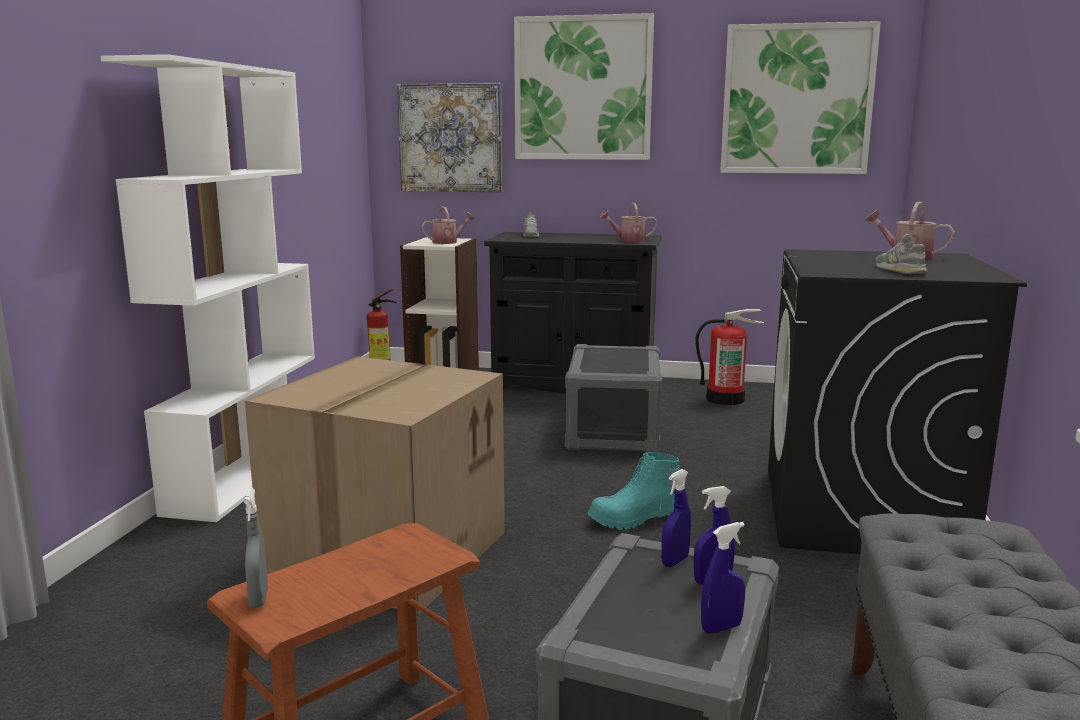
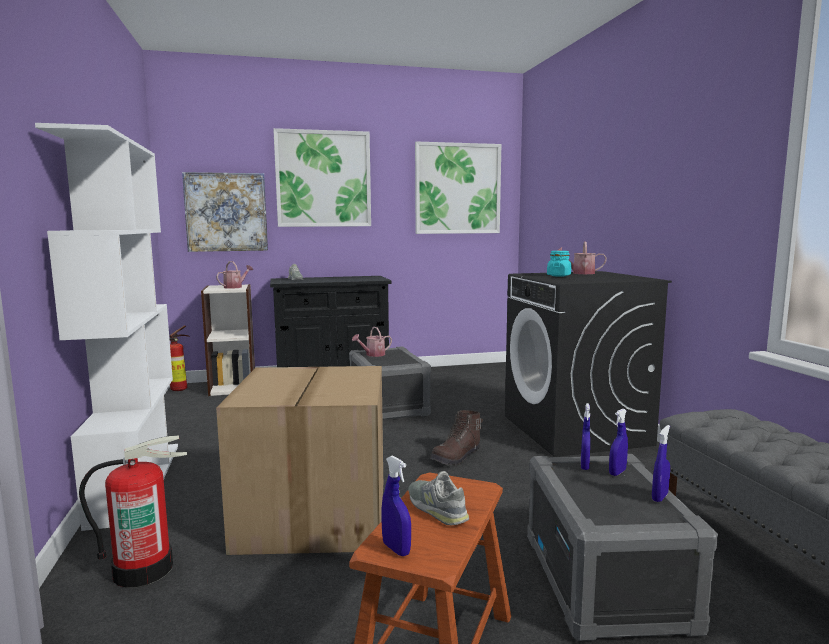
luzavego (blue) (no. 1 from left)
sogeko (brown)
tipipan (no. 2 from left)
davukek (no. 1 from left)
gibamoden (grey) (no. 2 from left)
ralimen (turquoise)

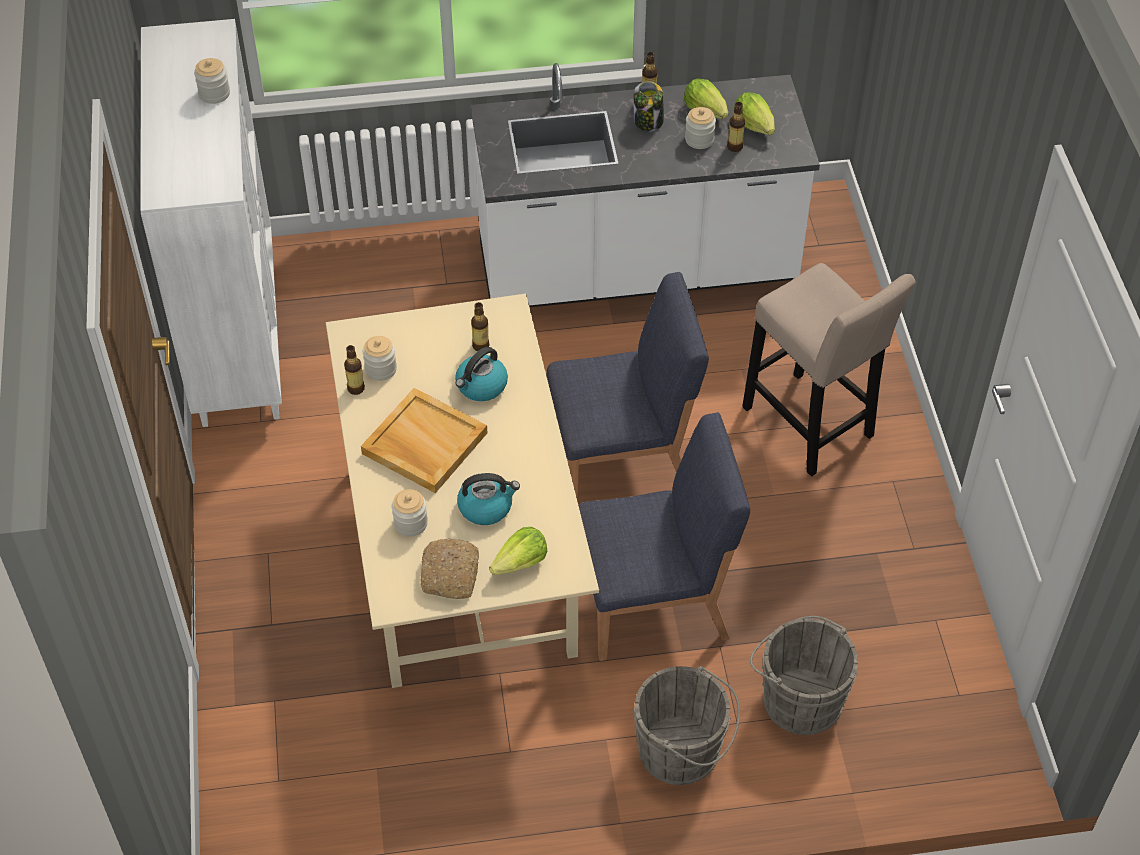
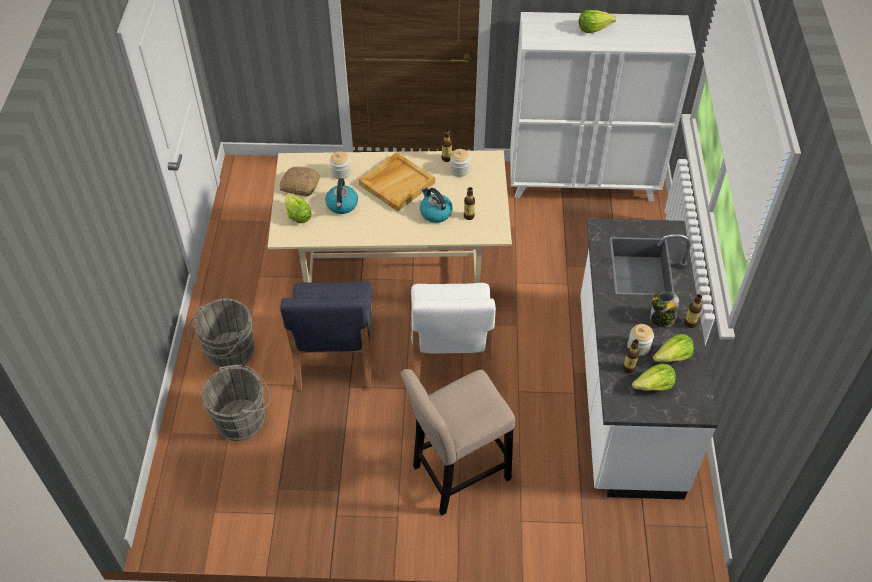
ralimen (no. 1 from left in the first image)
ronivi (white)
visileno (no. 2 from left)

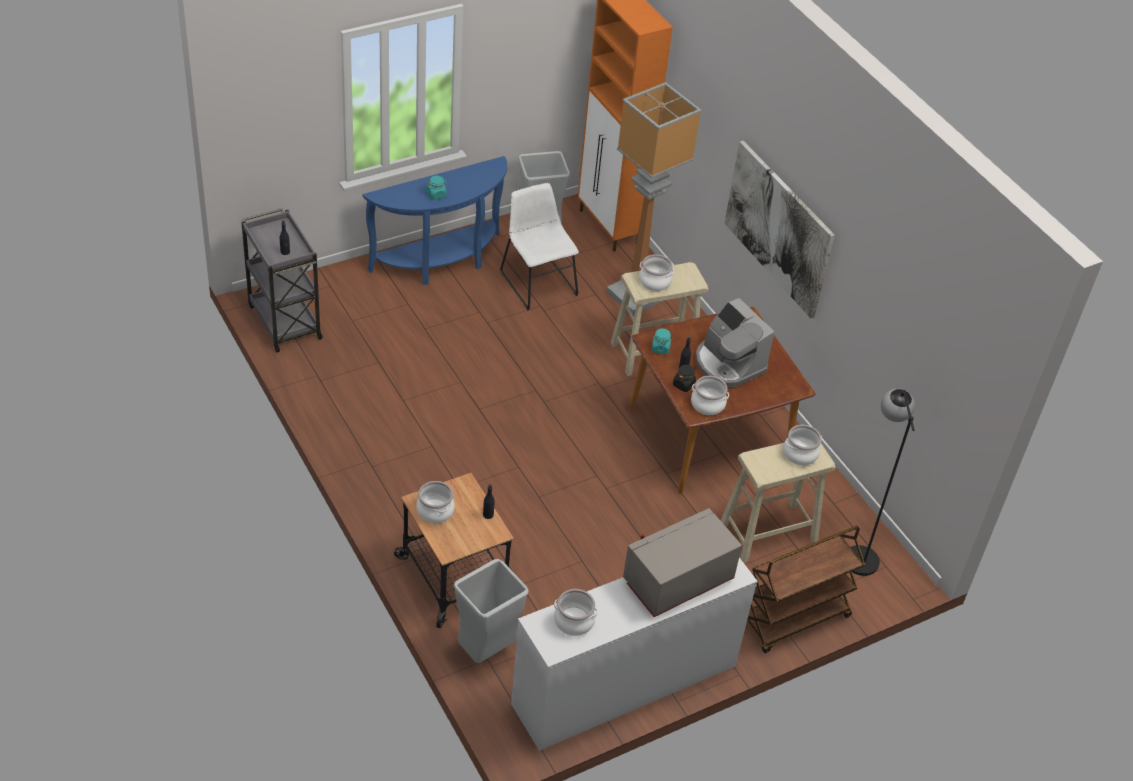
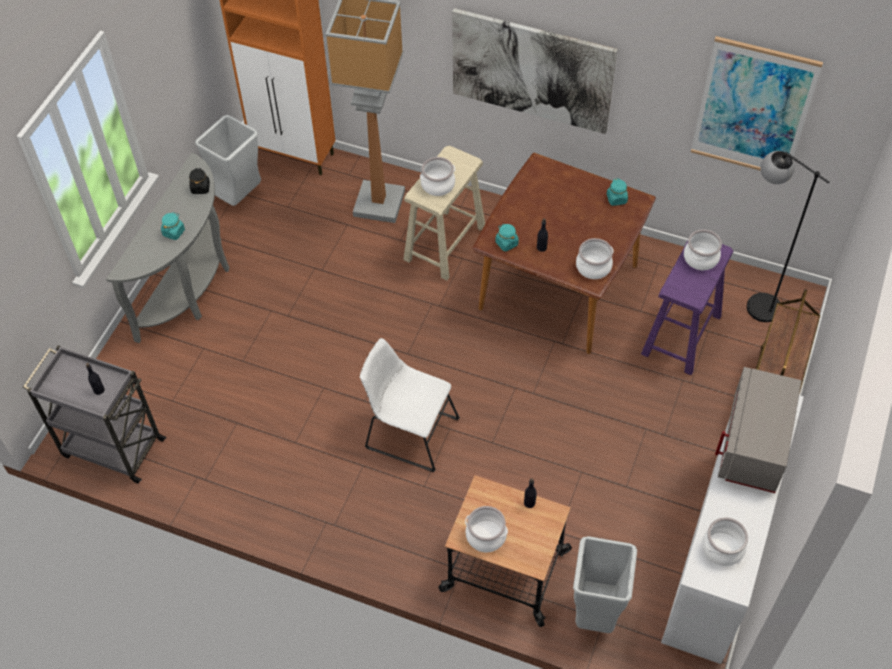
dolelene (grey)
ronivi (white)
ralimen (black)
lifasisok
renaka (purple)
ralimen (turquoise) (no. 3 from left)
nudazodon (no. 2 from left)

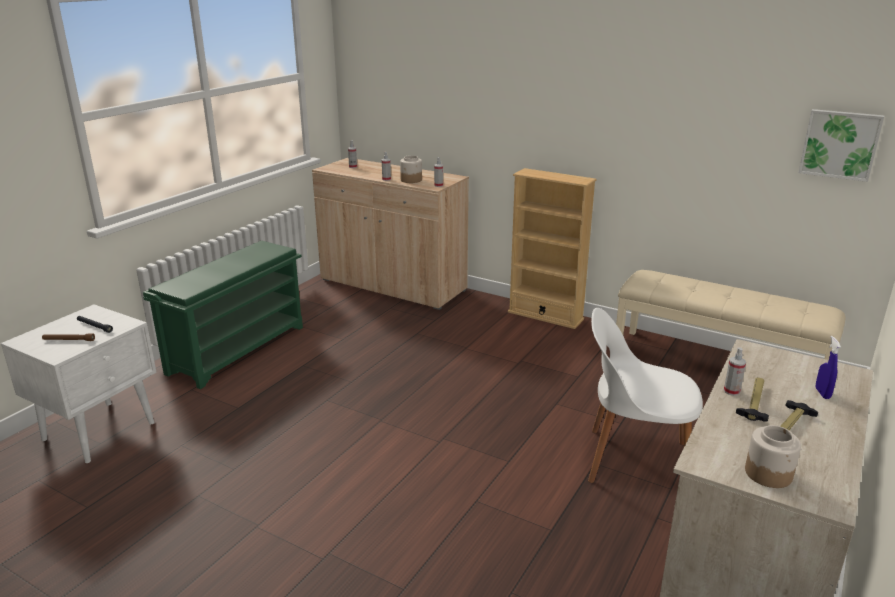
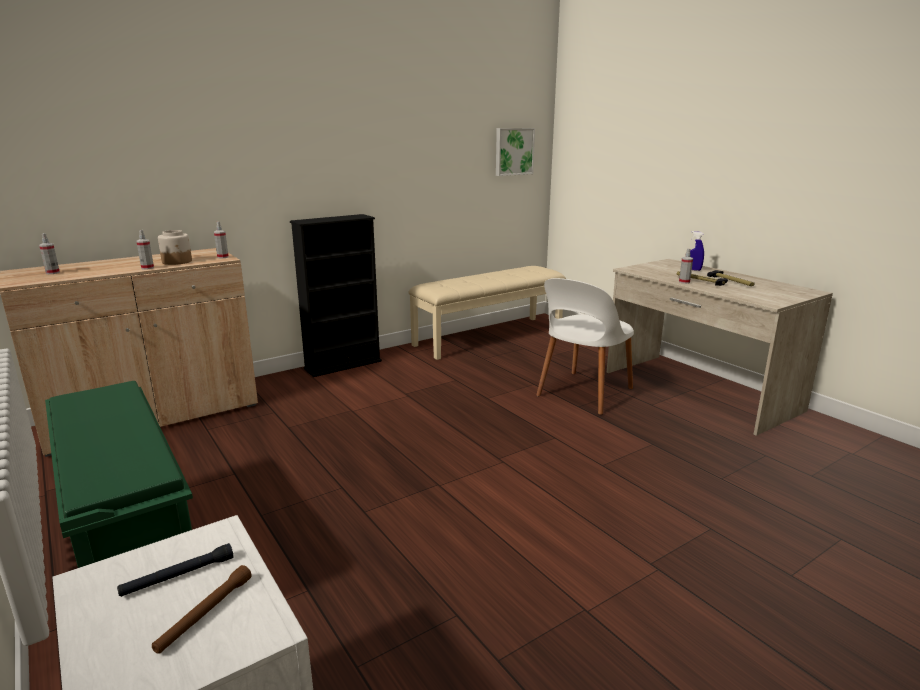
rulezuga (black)
ralimen (no. 2 from left in the first image)

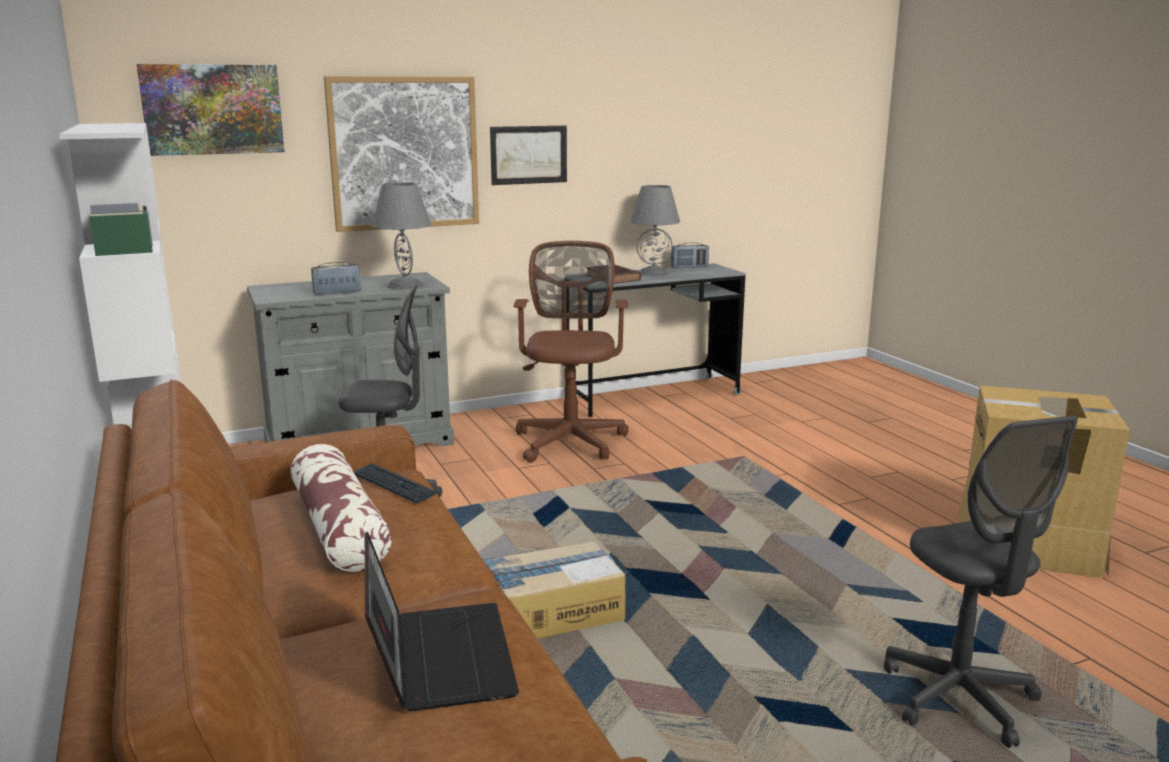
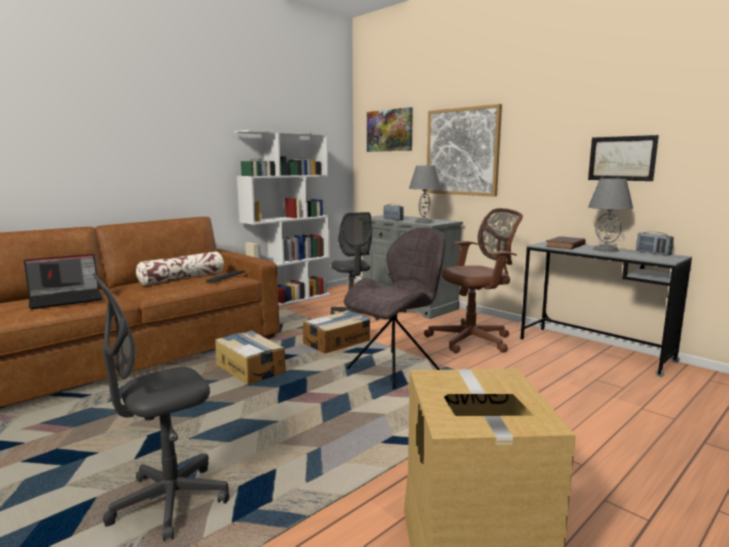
nudazodon (no. 3 from left)
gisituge (no. 2 from left)
ronivi (grey)

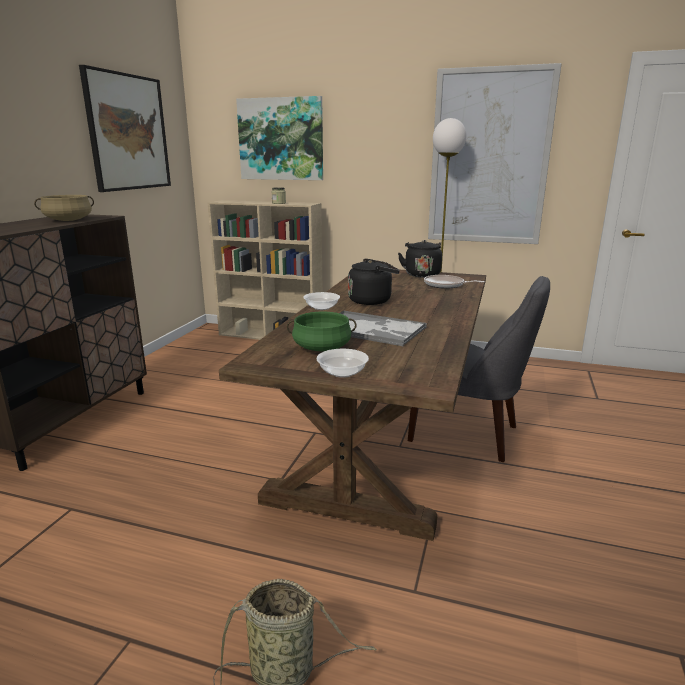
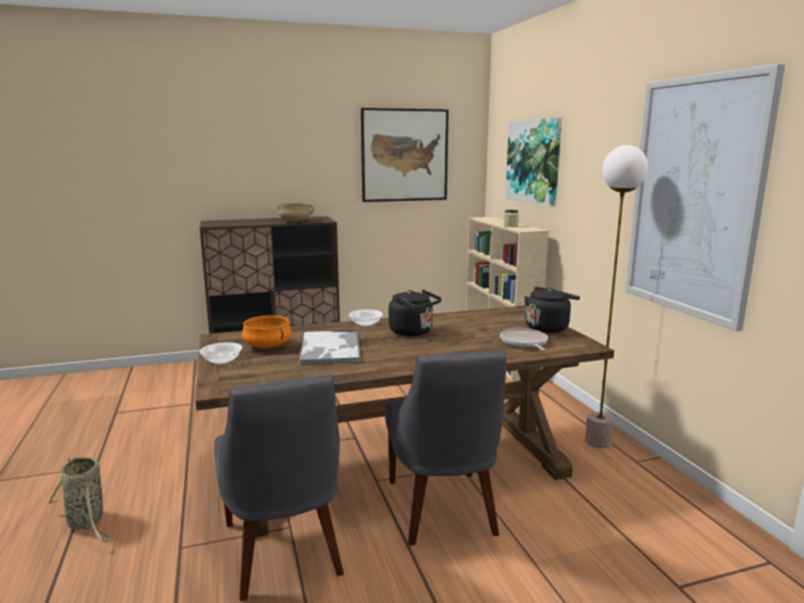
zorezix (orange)
ronivi (grey) (no. 1 from left)

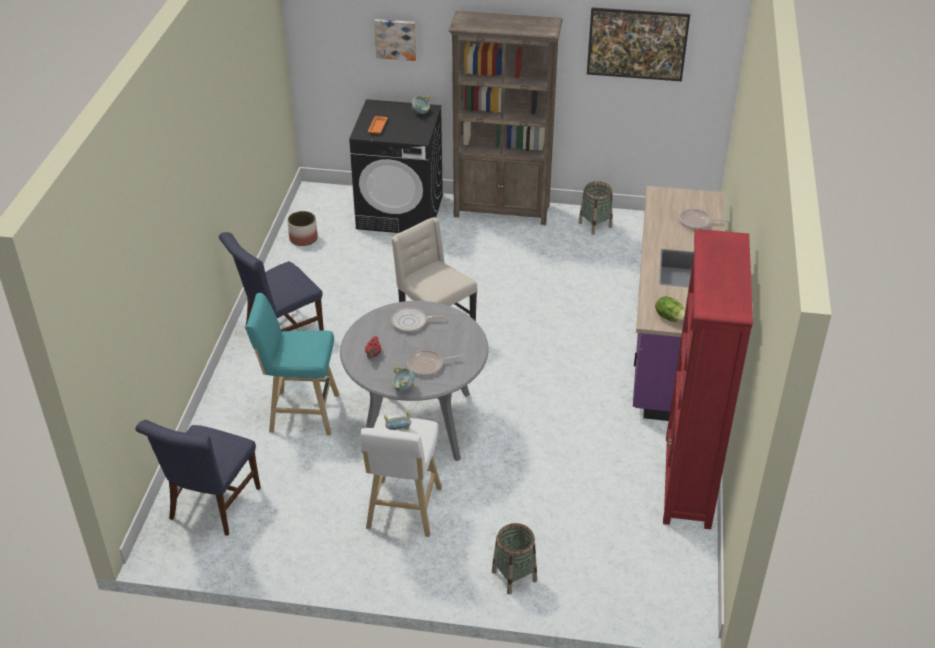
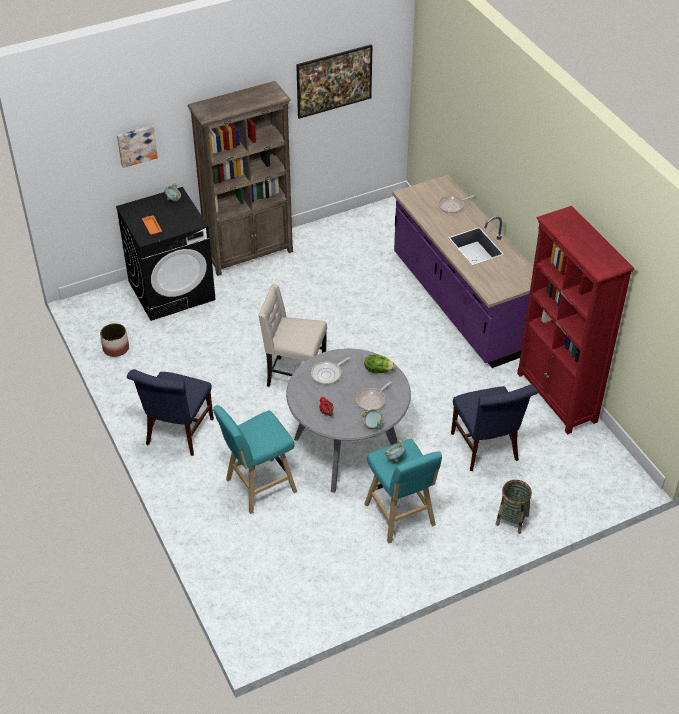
ronivi (blue) (no. 2 from left)
renaka (turquoise) (no. 2 from left)
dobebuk (no. 2 from left in the first image)
visileno

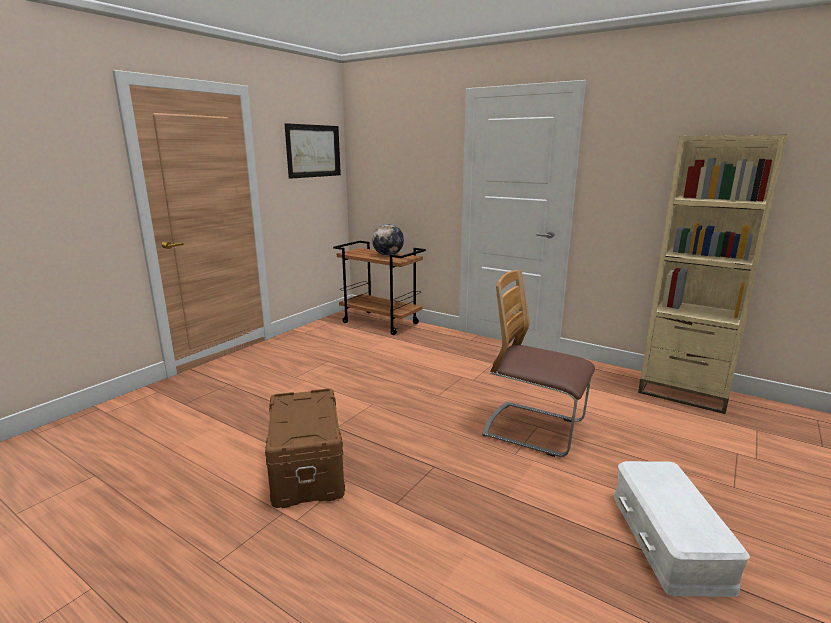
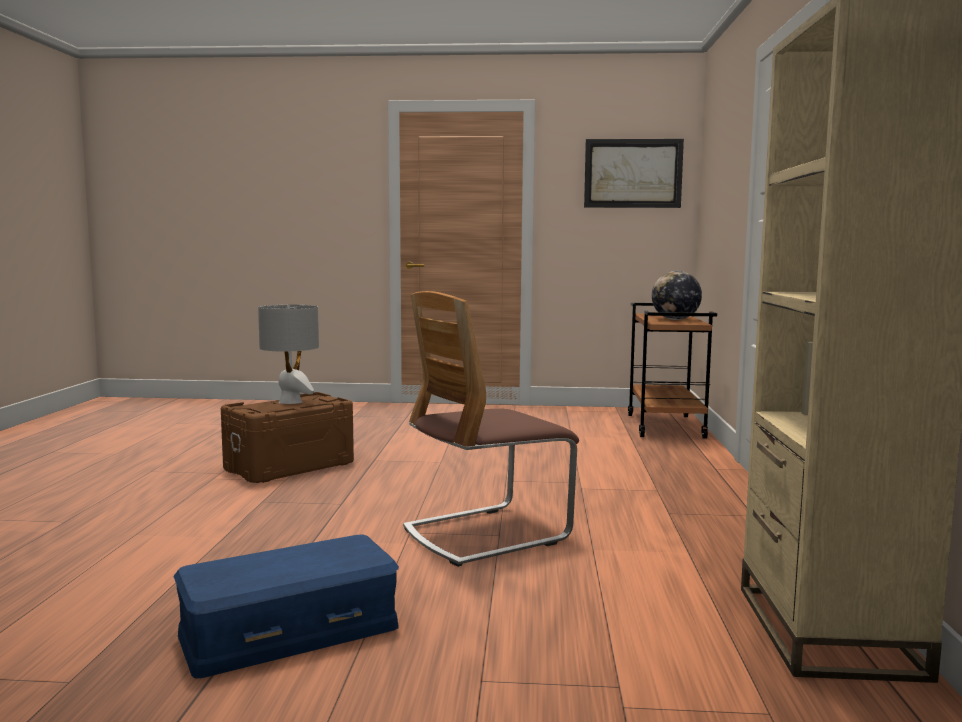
ronivi
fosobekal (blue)
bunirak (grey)

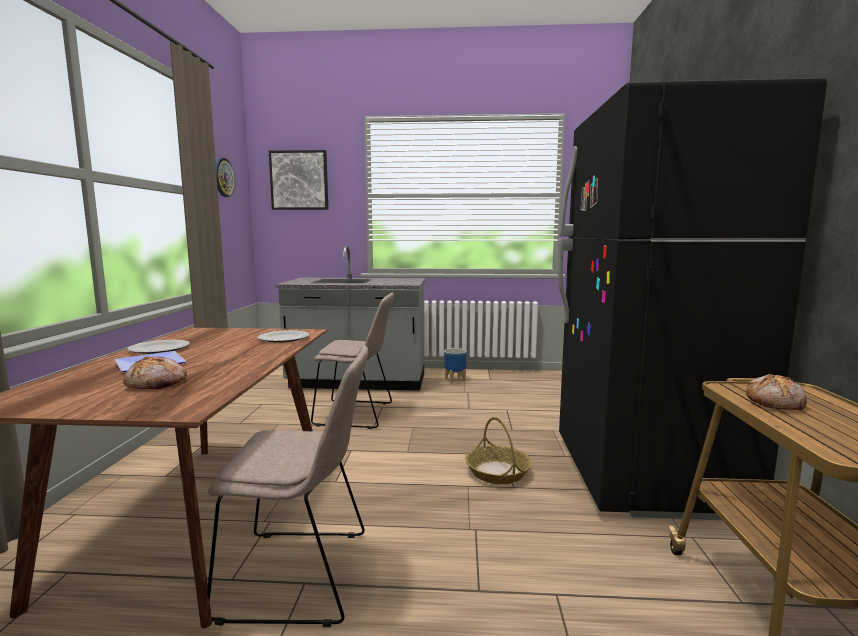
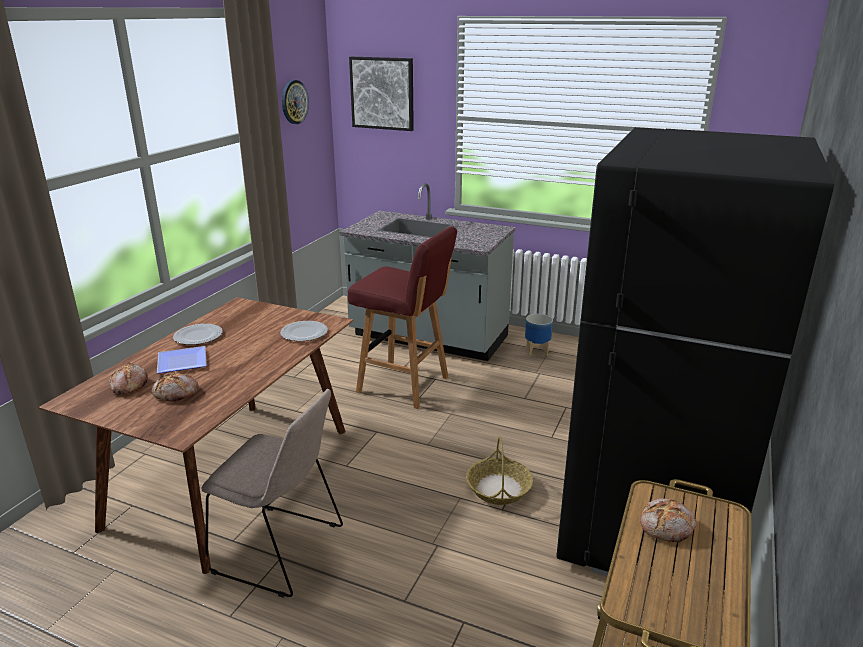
renaka (red)
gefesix (no. 1 from left)

